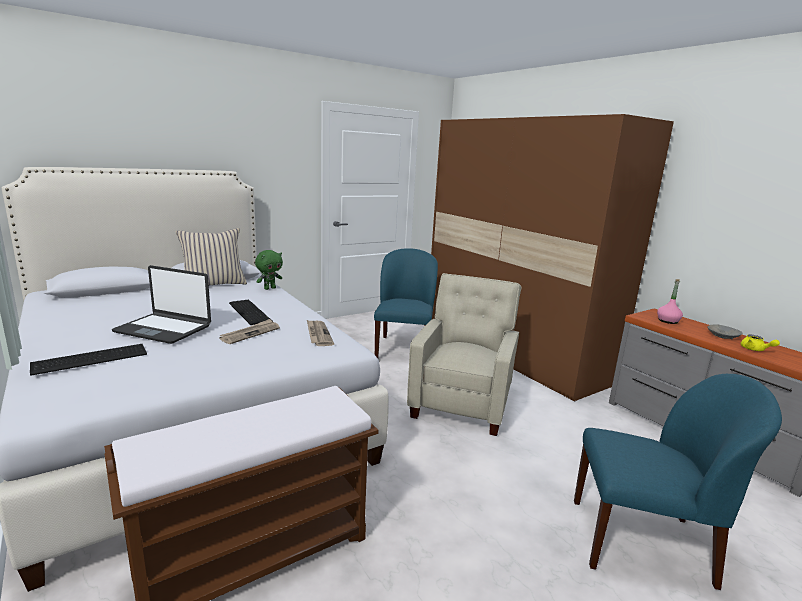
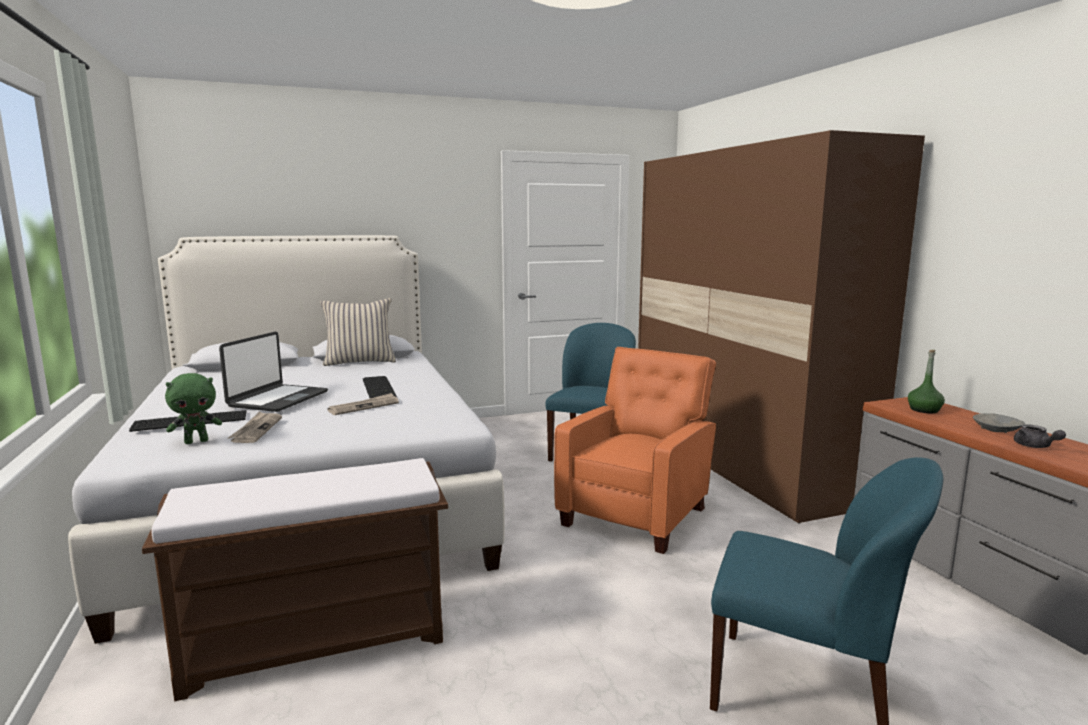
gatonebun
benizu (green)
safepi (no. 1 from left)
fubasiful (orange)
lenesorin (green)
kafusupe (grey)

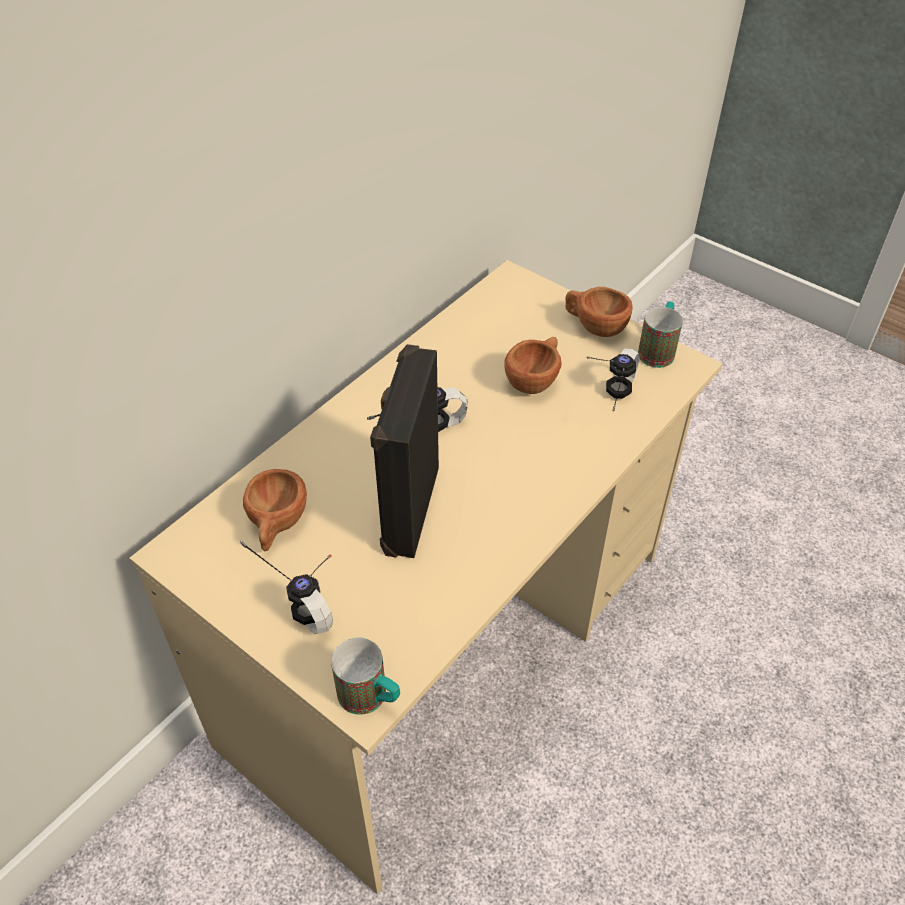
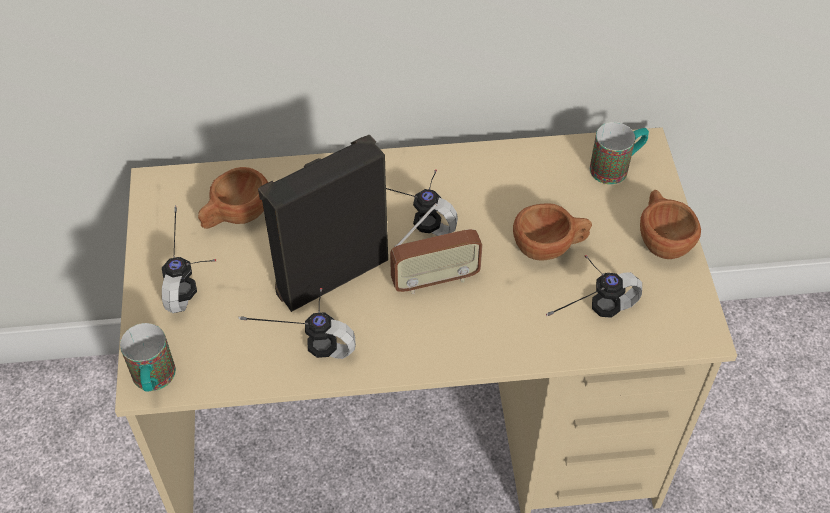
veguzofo (no. 2 from left)
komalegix (no. 2 from left)
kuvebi

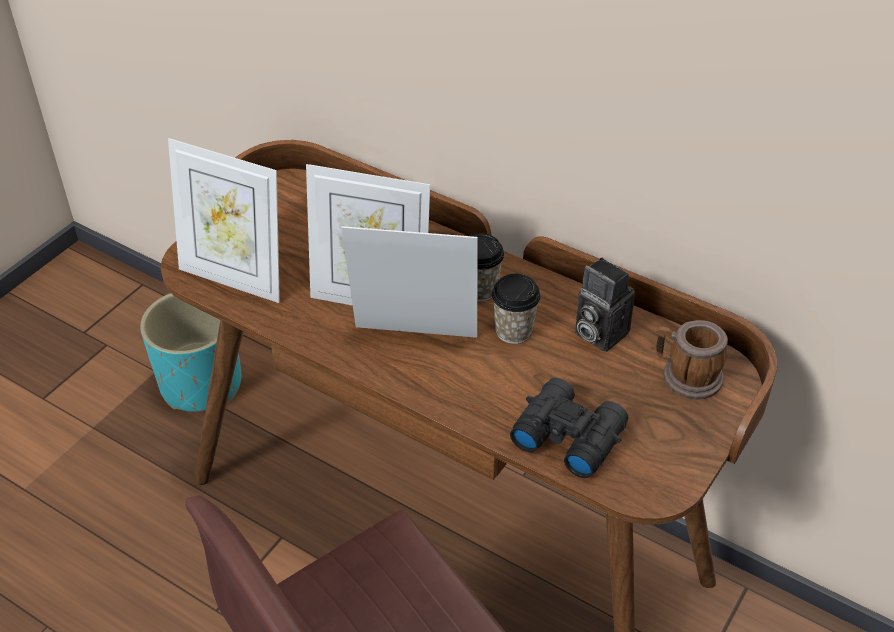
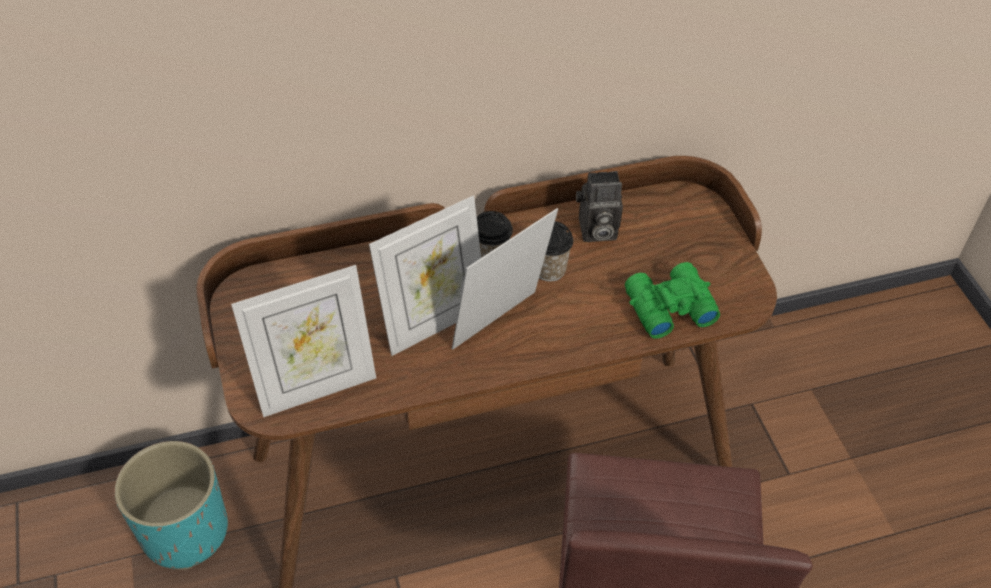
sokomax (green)
veguzofo

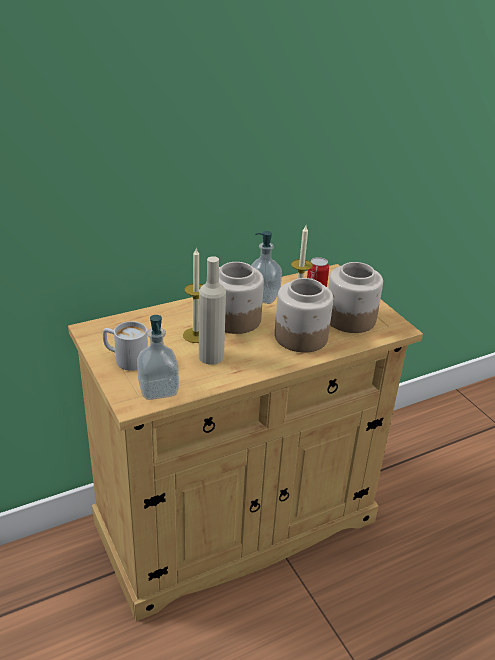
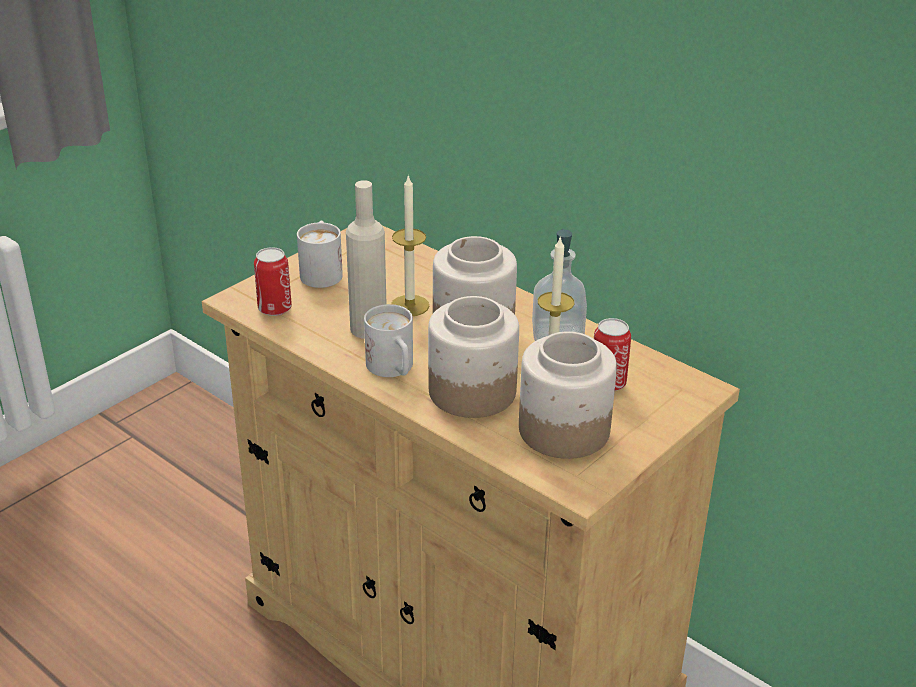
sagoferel (no. 1 from left)
veguzofo (white) (no. 2 from left)

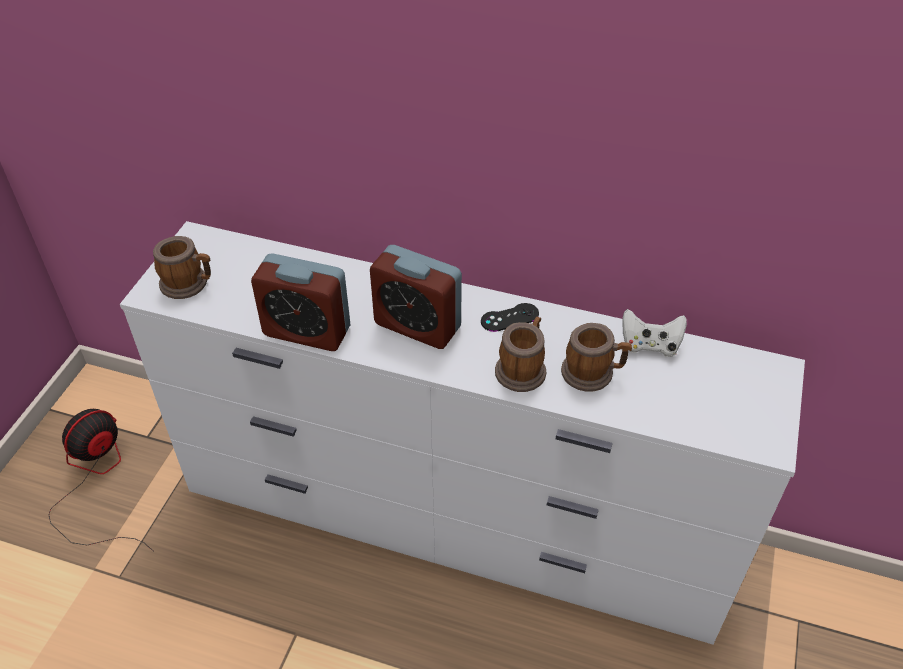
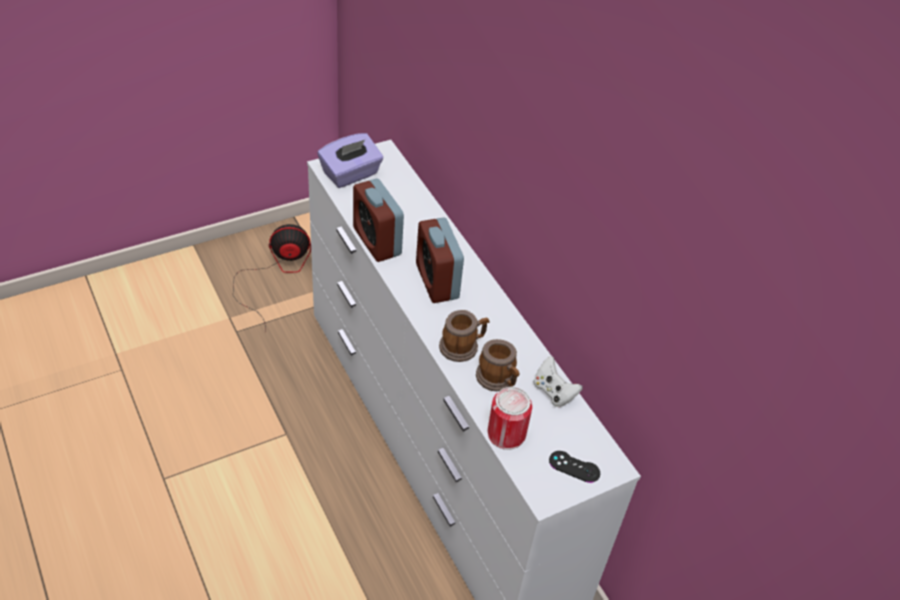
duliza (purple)
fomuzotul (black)
sagoferel

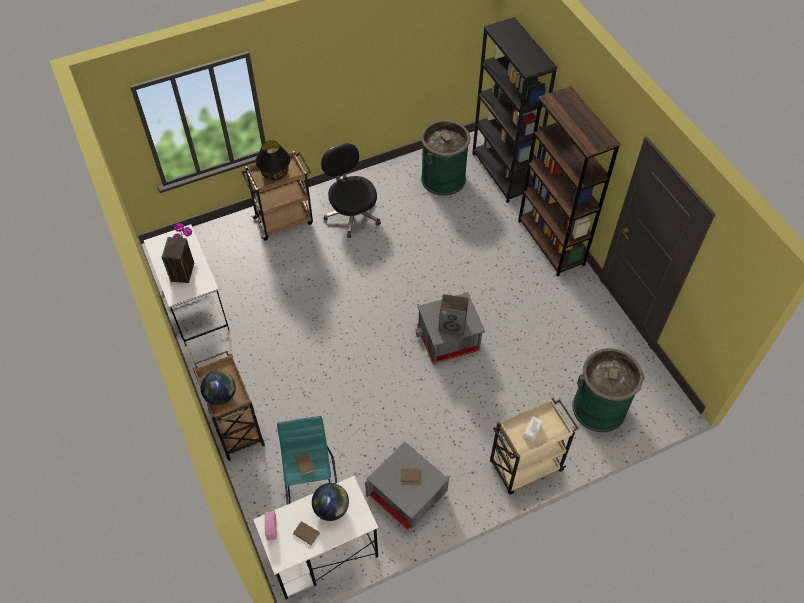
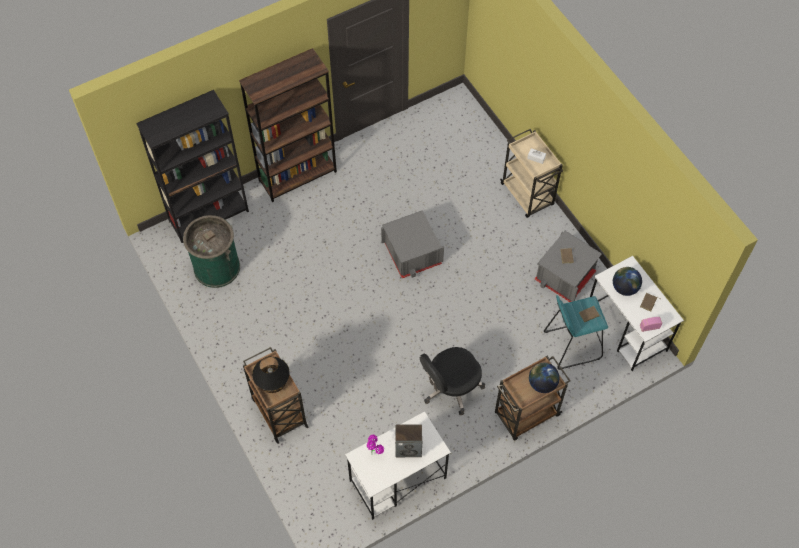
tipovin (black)
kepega (no. 2 from left in the first image)
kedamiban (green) (no. 2 from left in the first image)

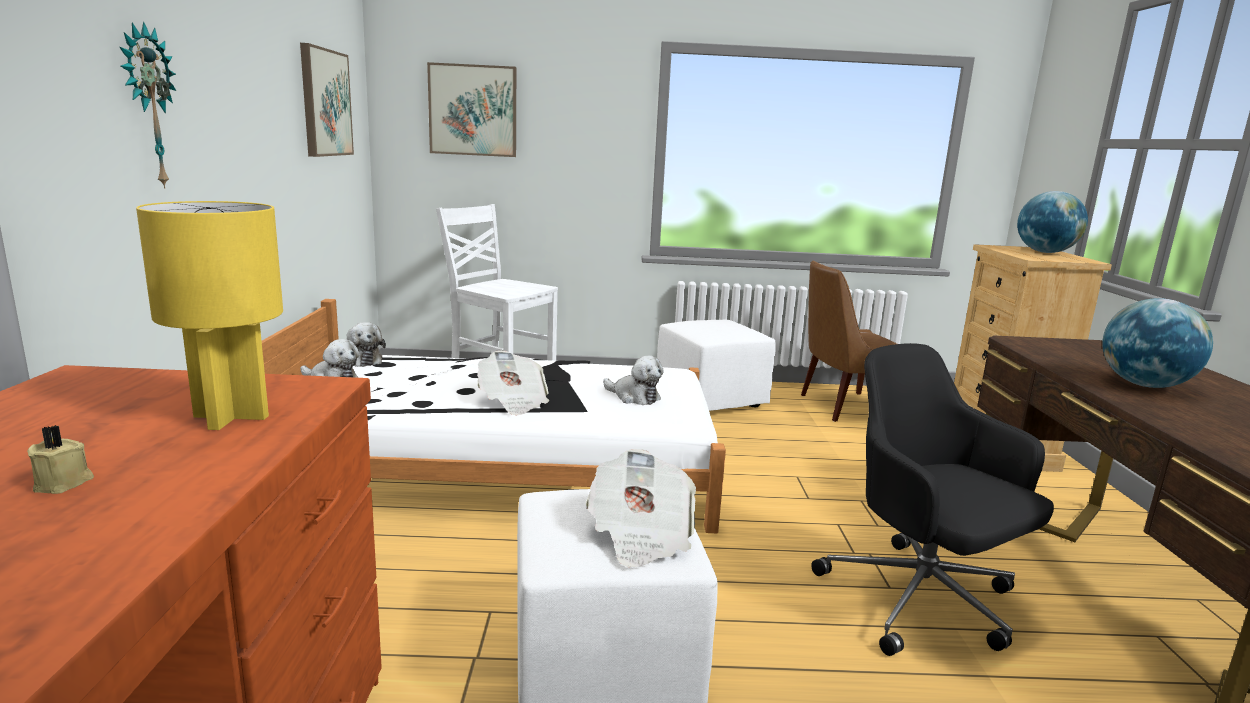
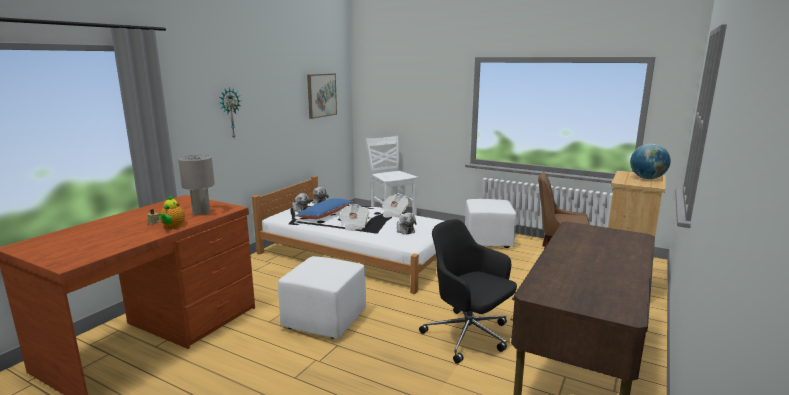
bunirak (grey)
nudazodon (no. 2 from left in the first image)
safepi (no. 2 from left)
tipovin (black)
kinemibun (no. 2 from left in the first image)
kafusupe
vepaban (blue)

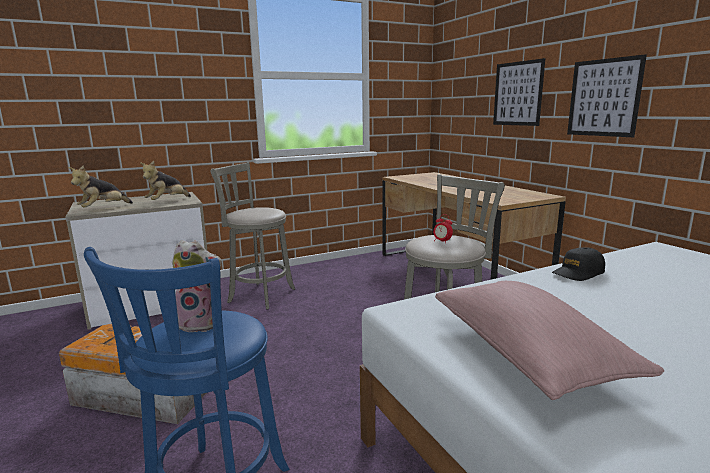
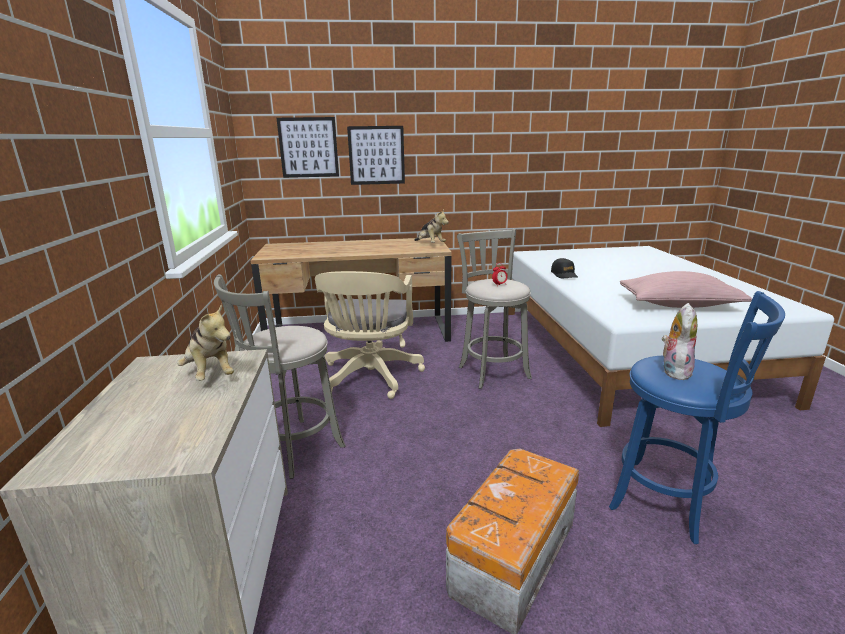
benizu (no. 2 from left)
nudazodon (no. 1 from left)
tipovin (beige)

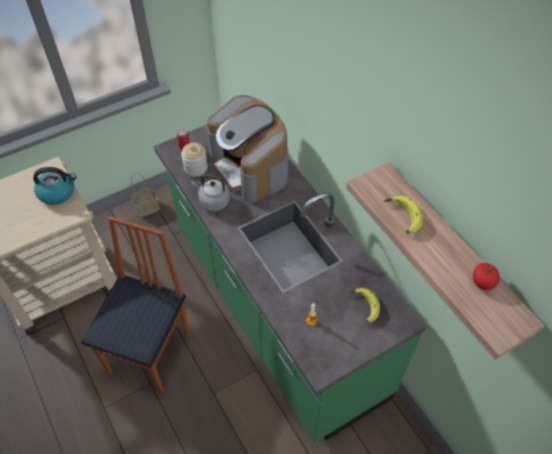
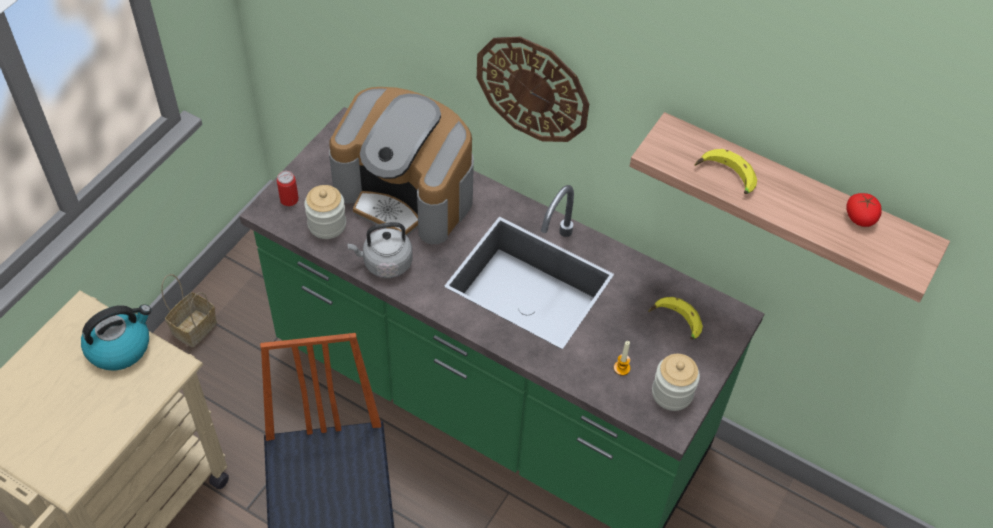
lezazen
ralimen (no. 2 from left)

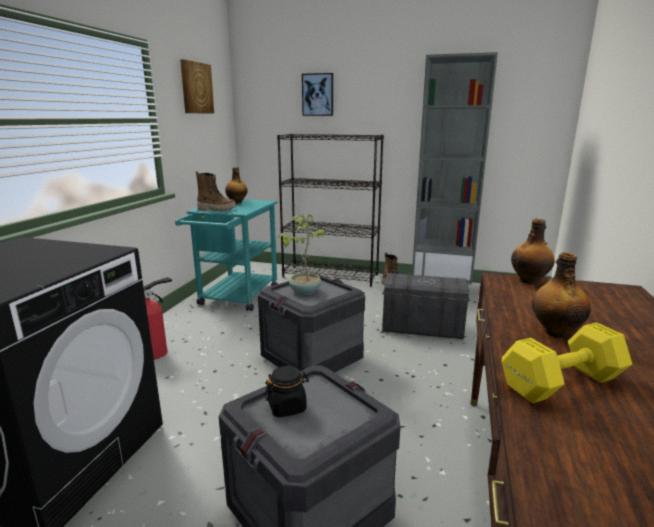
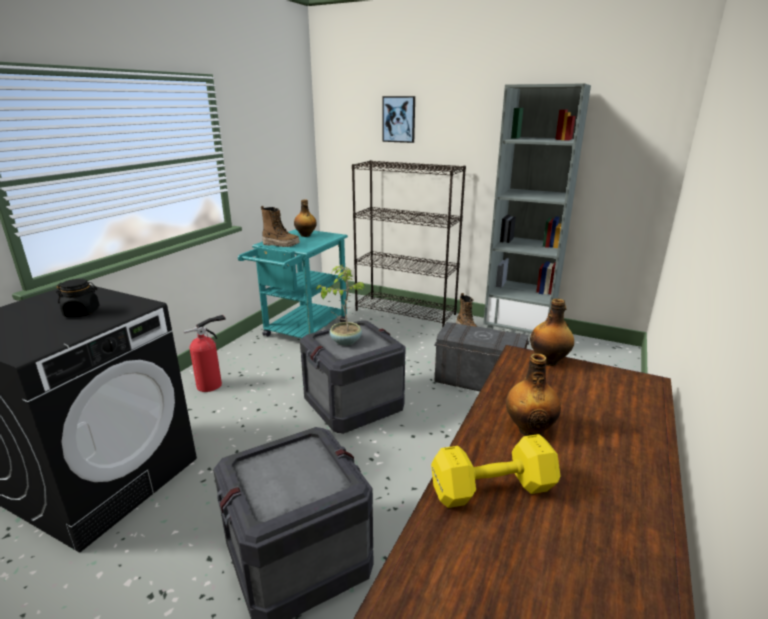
nudazodon (no. 1 from left in the first image)
ralimen (black)

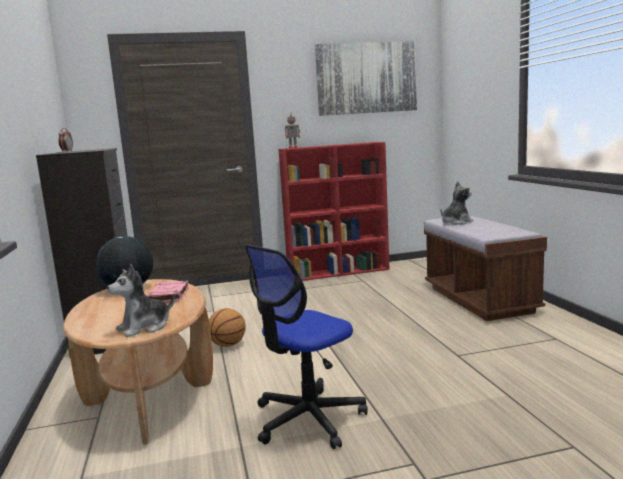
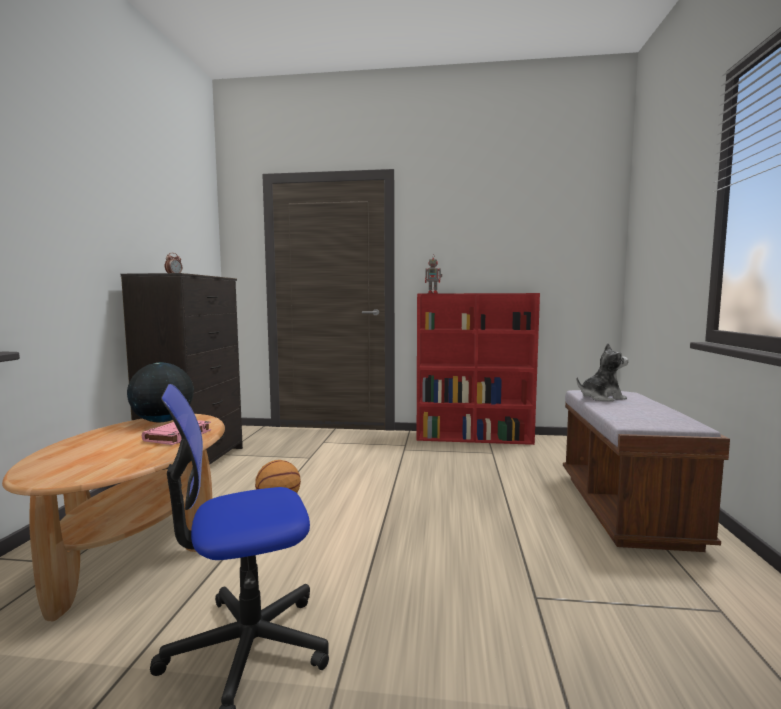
benizu (no. 1 from left in the first image)
nudazodon

